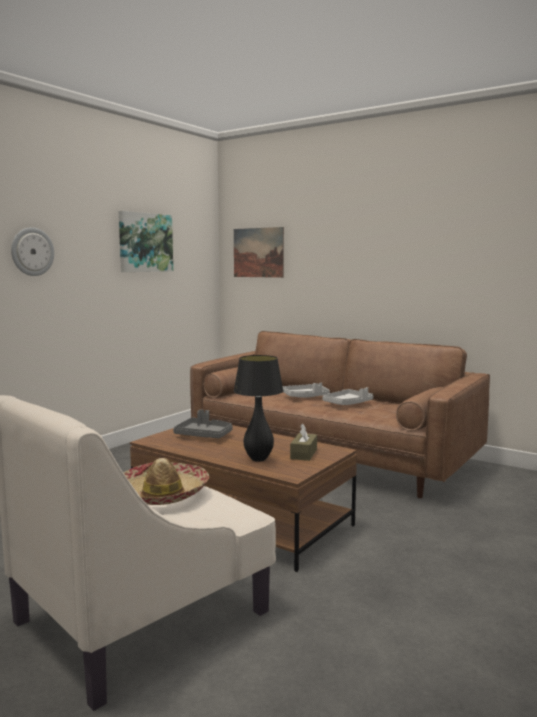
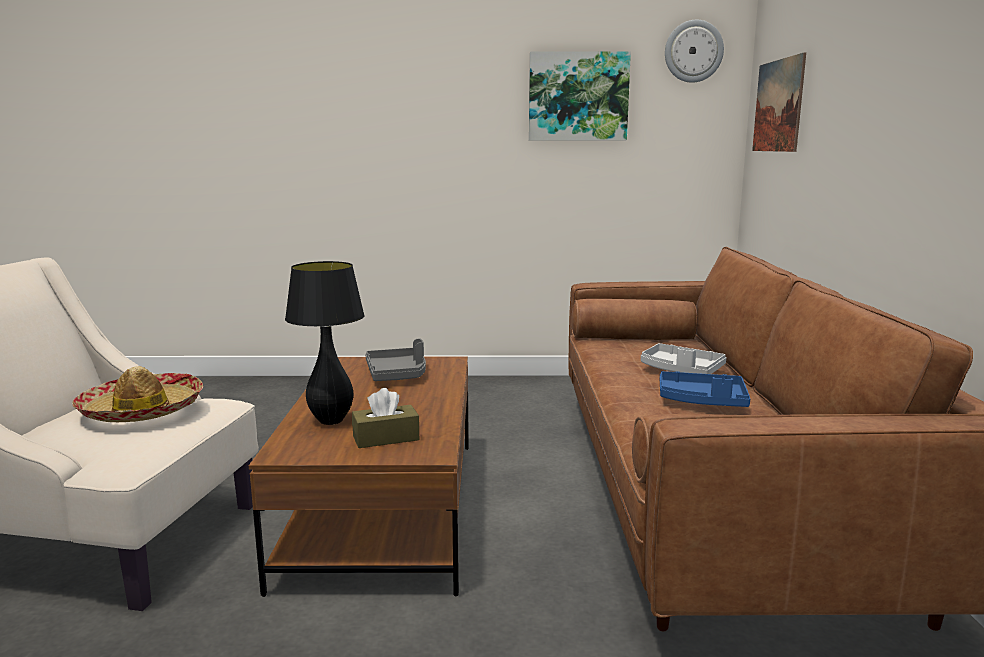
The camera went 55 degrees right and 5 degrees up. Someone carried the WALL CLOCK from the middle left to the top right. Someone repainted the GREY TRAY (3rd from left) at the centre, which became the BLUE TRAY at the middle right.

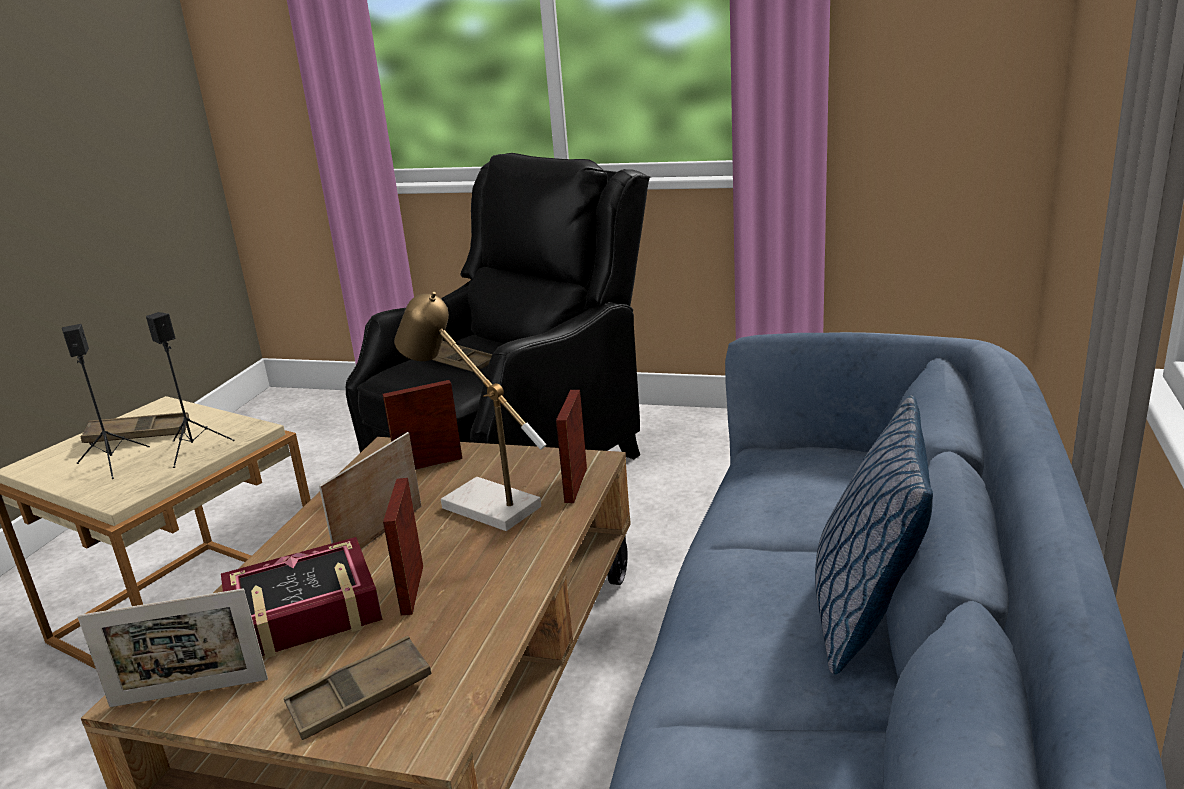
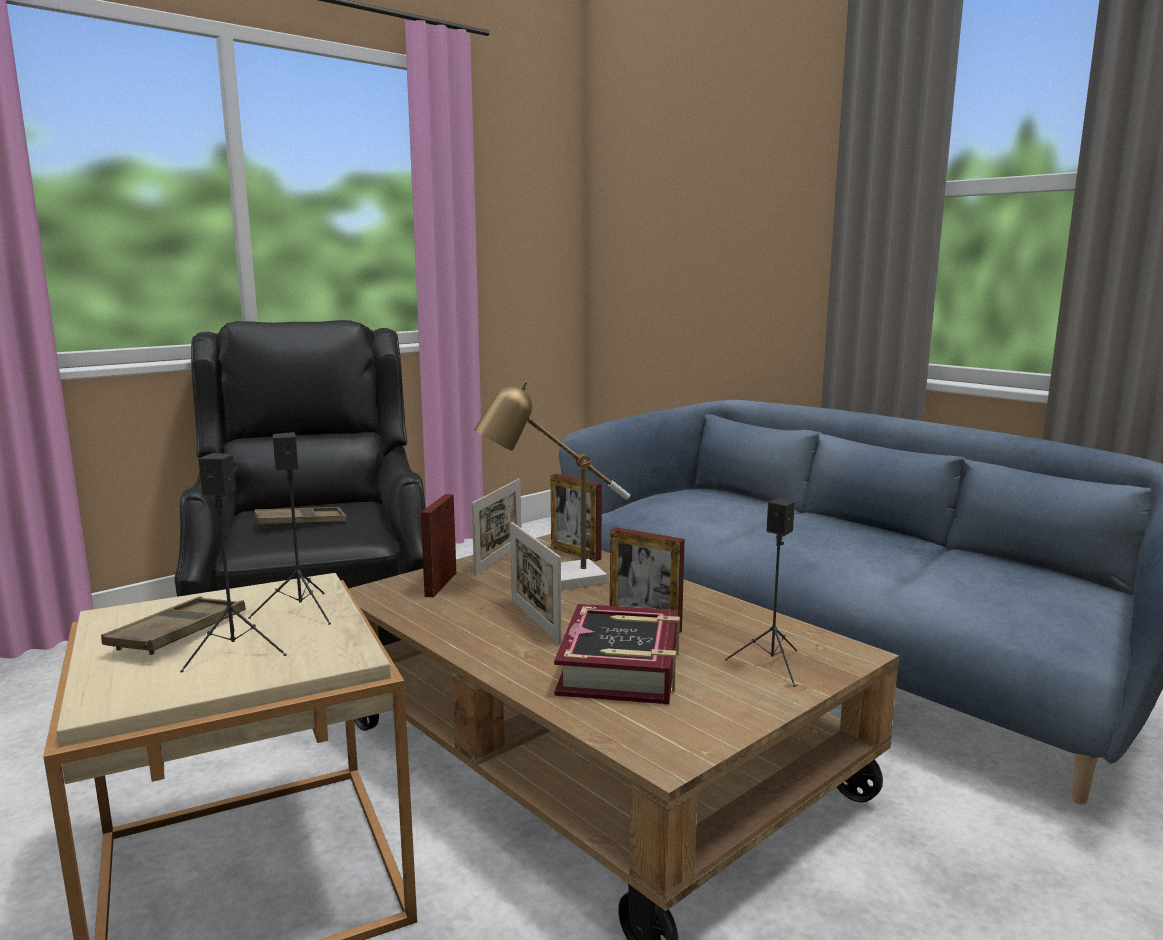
The camera went 60 degrees left and 10 degrees down. Someone carried the PICTURE FRAME (1st from left in the first image) from the bottom left to the centre. Someone swapped the BROWN TRAY (2nd from left) at the bottom left for the BLACK SPEAKER (3rd from left) at the centre. Someone took away the PILLOW at the bottom right.

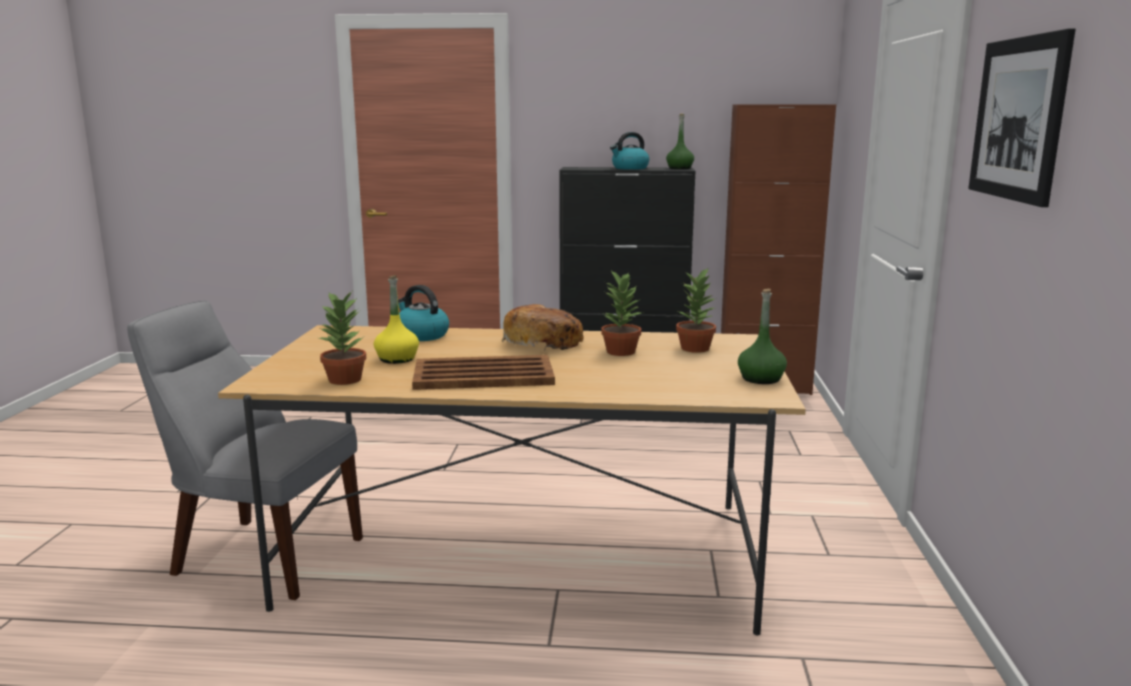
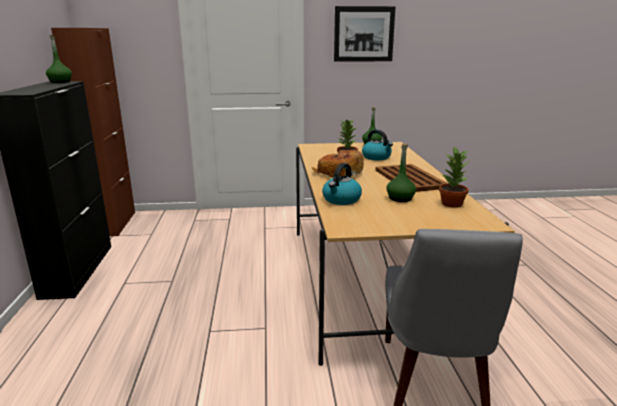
The camera went 100 degrees left and 5 degrees up. Someone repainted the YELLOW BOTTLE at the centre, which became the GREEN BOTTLE (3rd from left) at the centre. Someone carried the KETTLE (2nd from left) from the top centre to the centre. Someone took away the POTTED PLANT (3rd from left) at the centre.

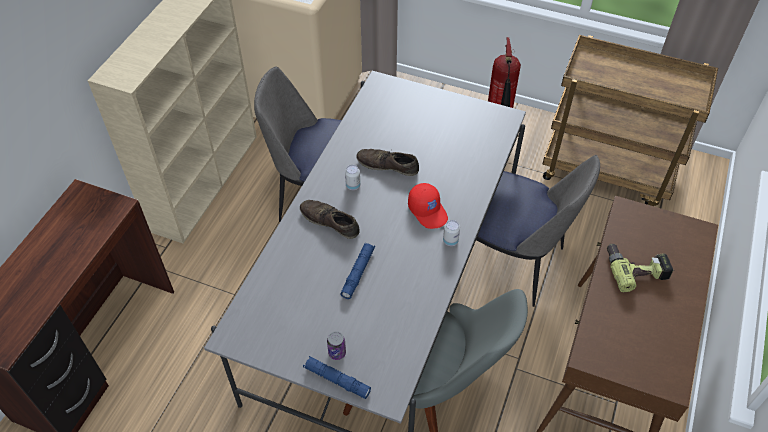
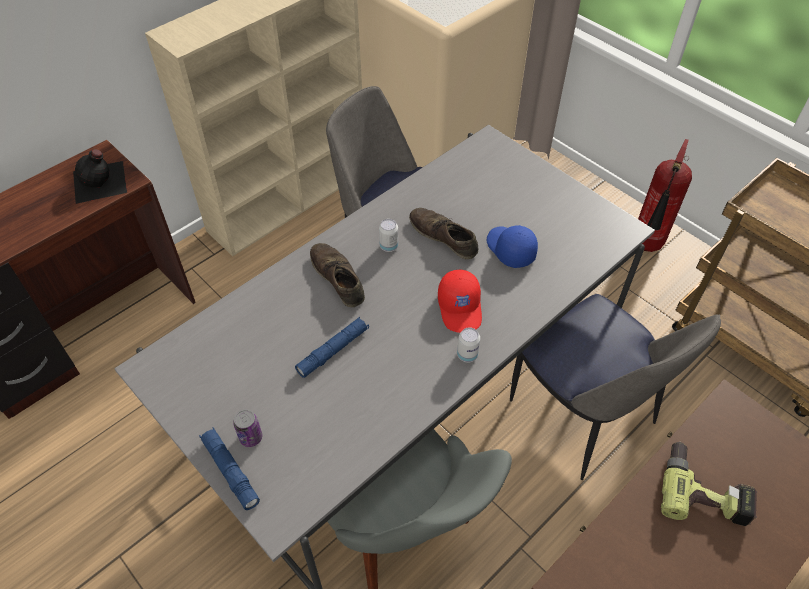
The camera went 25 degrees right and 0 degrees up. Someone put down the BLACK BOTTLE at the top left. Someone put down the BLUE CAP at the centre.

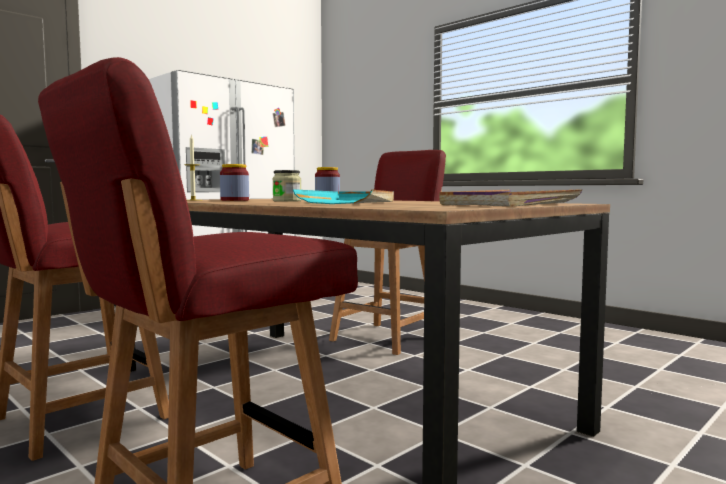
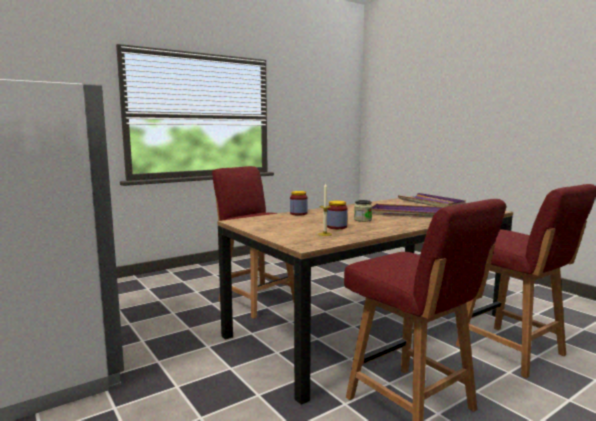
The camera went 80 degrees left and 5 degrees up. Someone repainted the TURQUOISE TRAY at the centre, which became the PURPLE TRAY (1st from left) at the middle right.

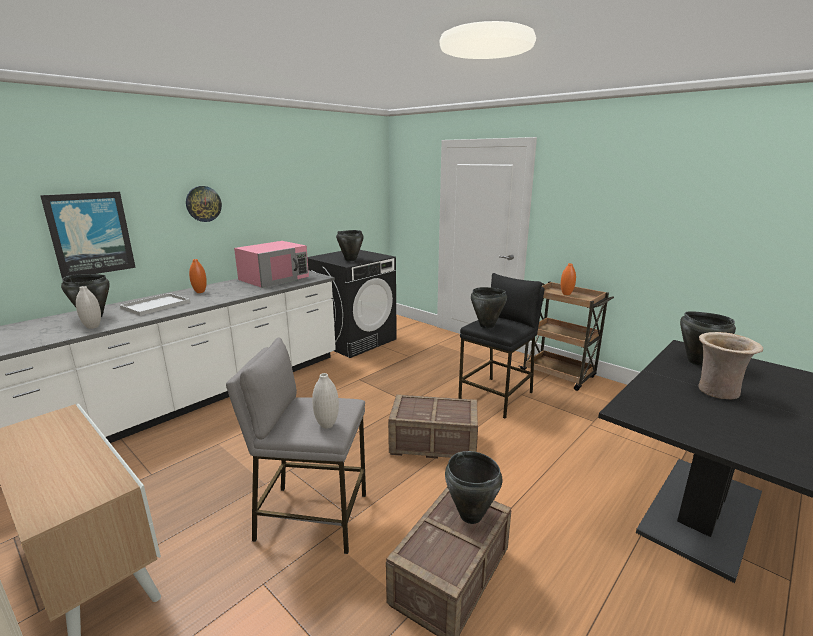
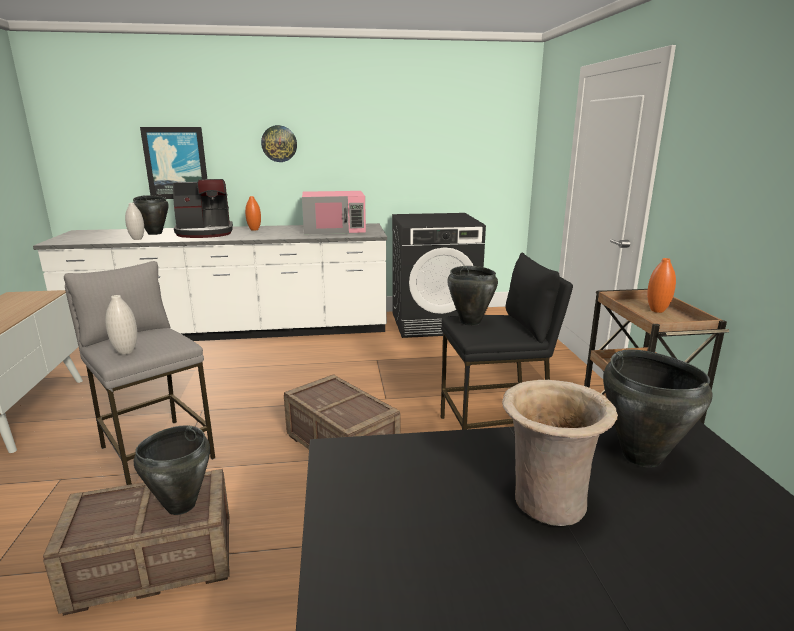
The camera went 40 degrees right and 0 degrees up. Someone swapped the WHITE TRAY at the middle left for the COFFEE MACHINE at the top left. Someone took away the BLACK COOKING POT (2nd from left) at the centre.

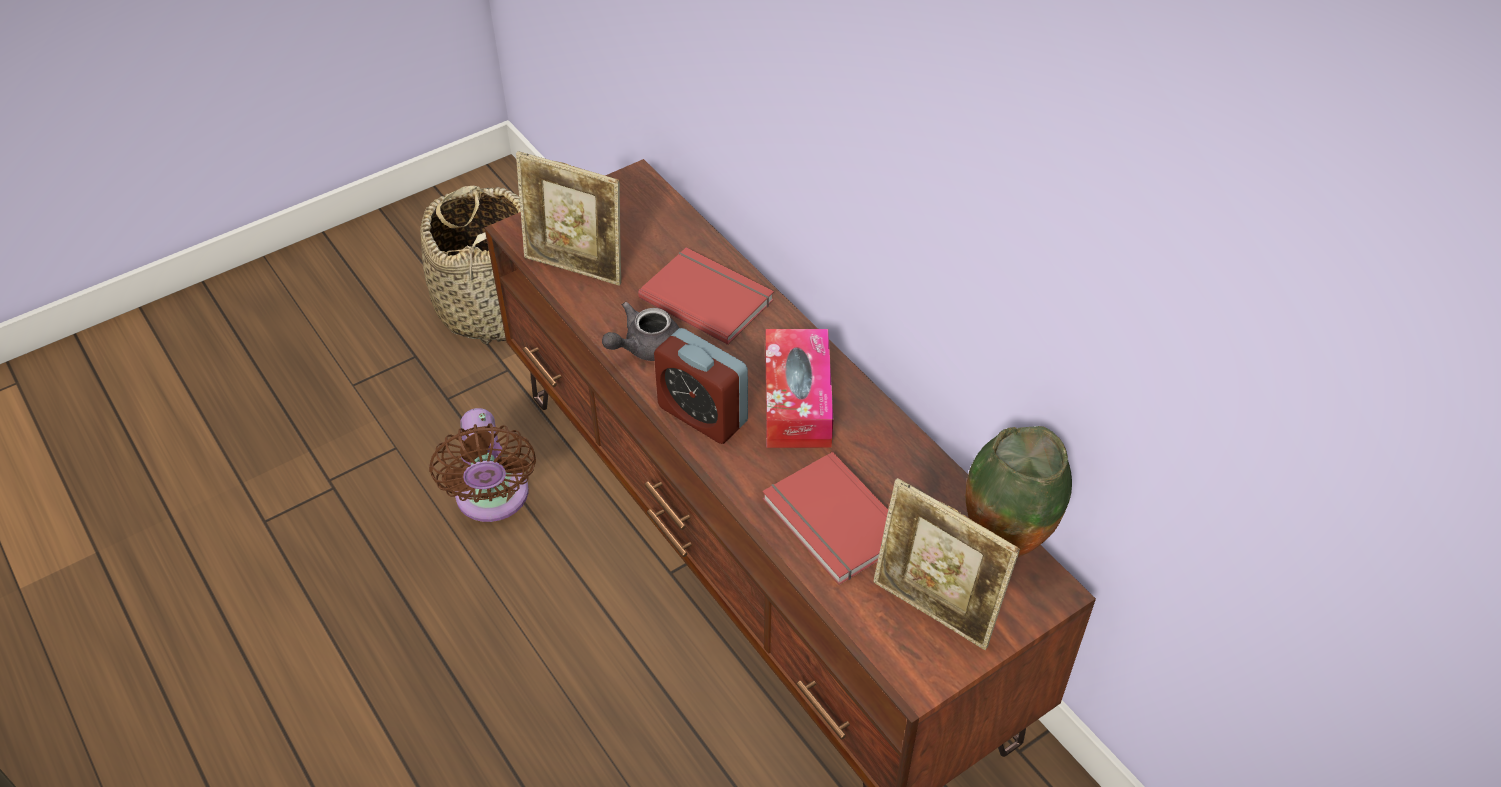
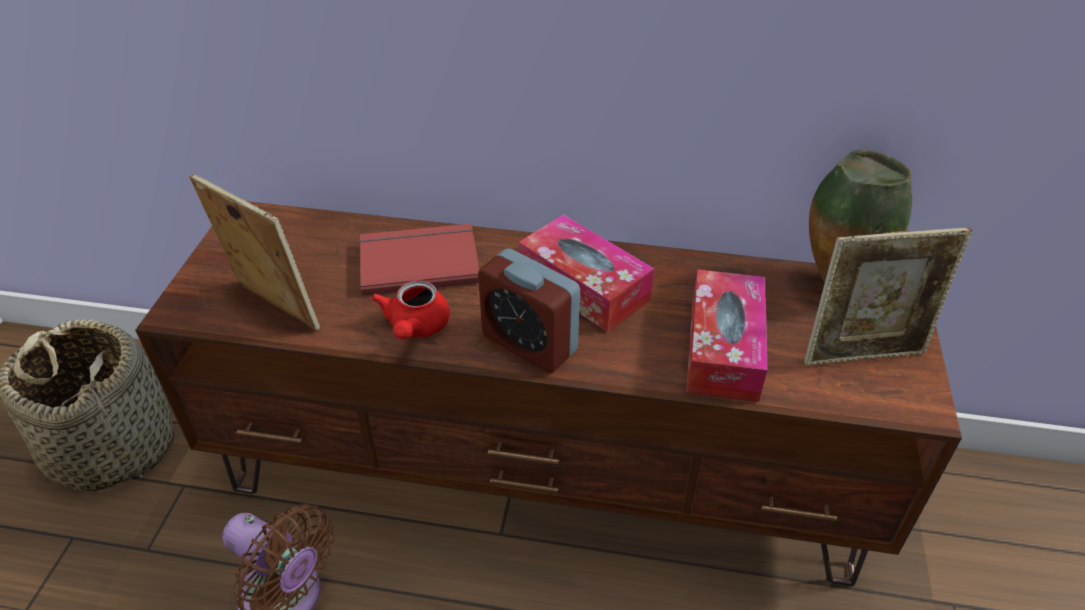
The camera went 45 degrees left and 5 degrees down. Someone rotated the PICTURE FRAME (1st from left) at the top centre by 120 degrees counterclockwise. Someone repainted the GREY TEAPOT at the centre, which became the RED TEAPOT at the centre. Someone rotated the ALARM CLOCK at the centre by 45 degrees clockwise. Someone swapped the RED BOOK (2nd from left) at the centre for the TISSUE BOX (2nd from left) at the middle right.

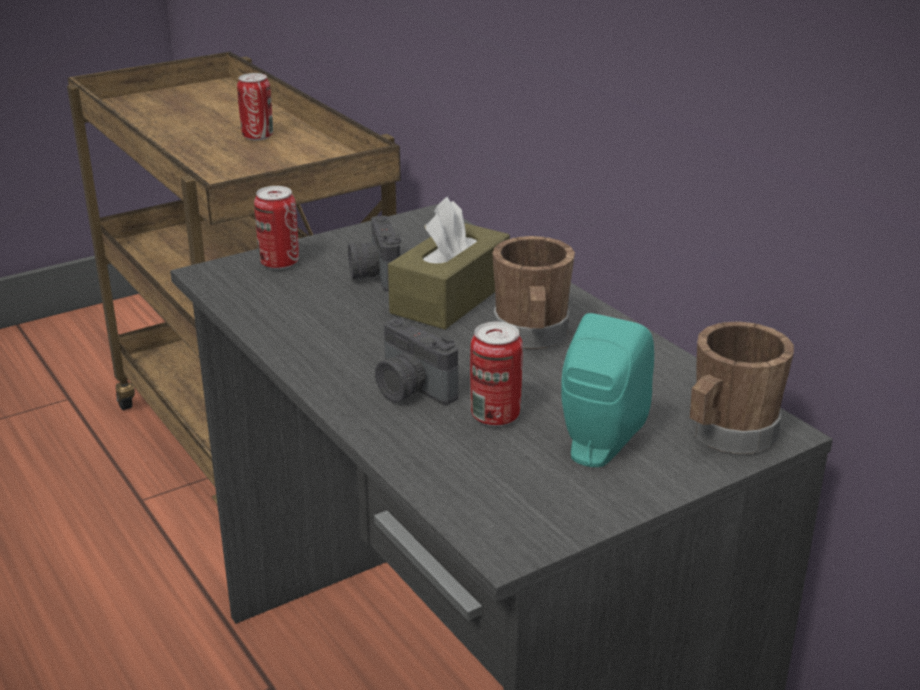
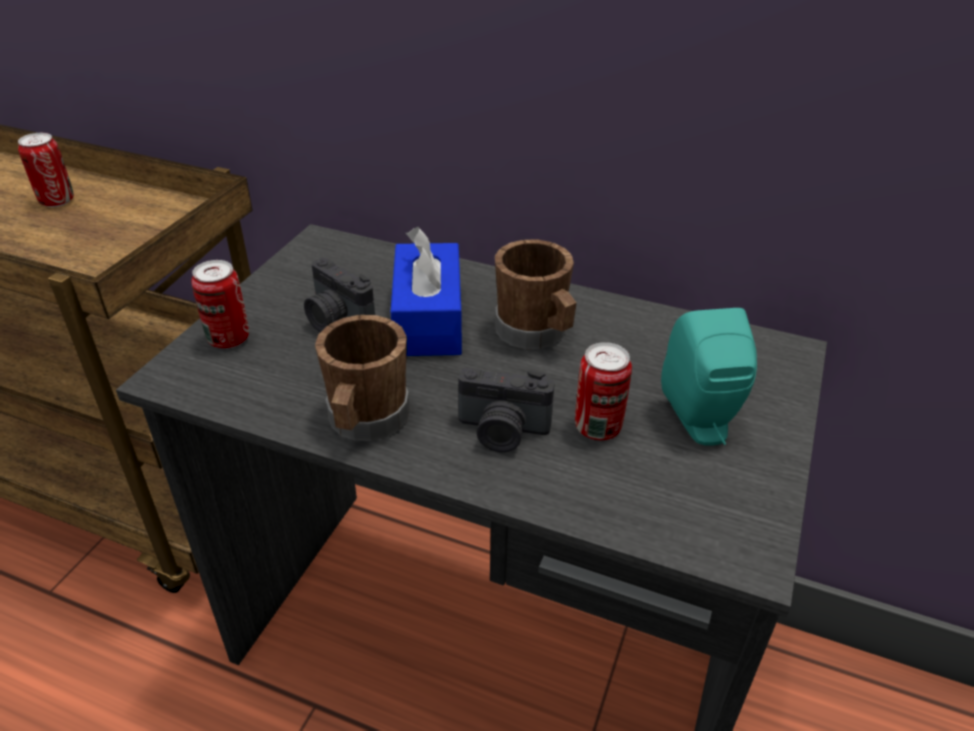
The camera went 35 degrees left and 10 degrees up. Someone repainted the BROWN TISSUE BOX at the centre, which became the BLUE TISSUE BOX at the centre. Someone carried the BROWN MUG (2nd from left in the first image) from the middle right to the centre.

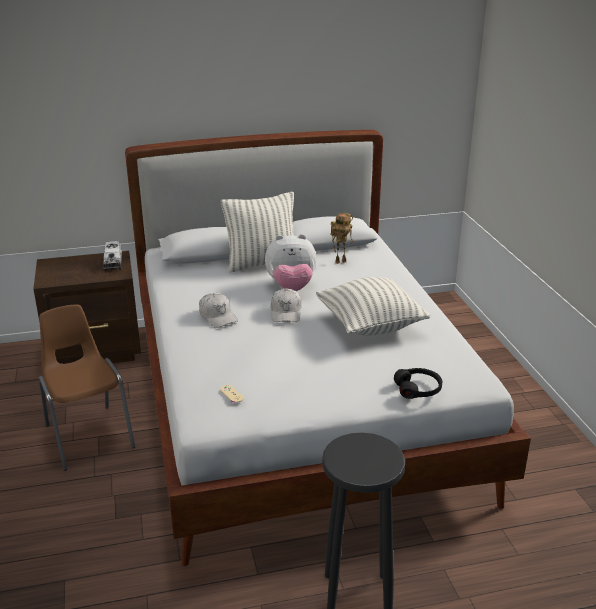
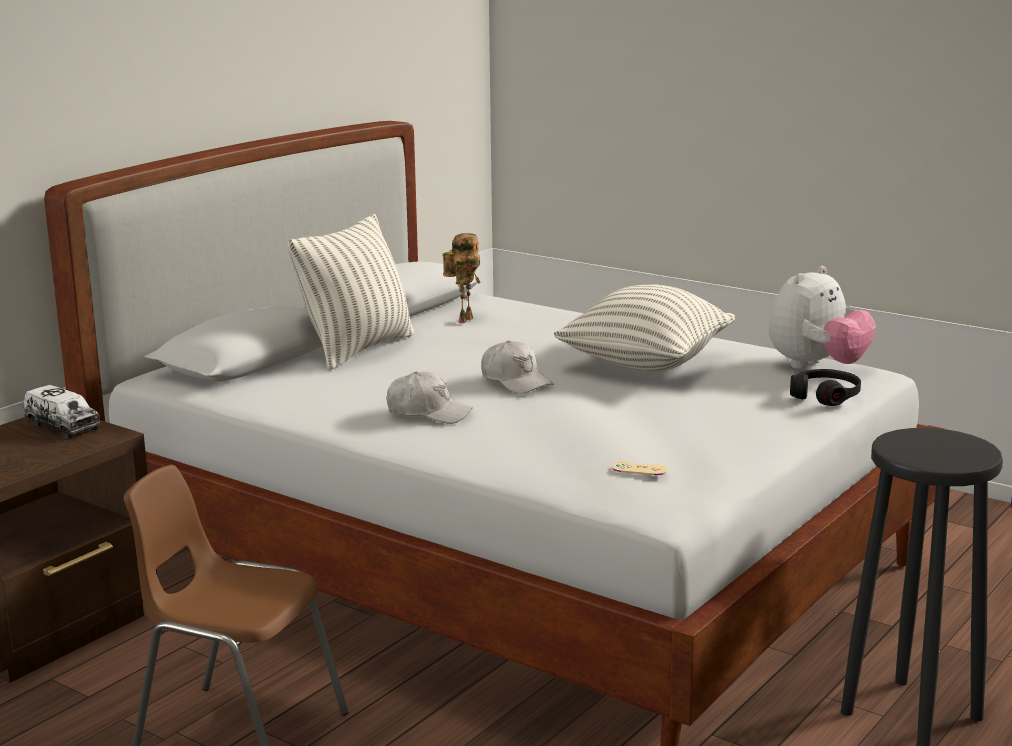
The camera went 40 degrees left and 10 degrees down. Someone carried the PLUSH TOY from the centre to the middle right.

